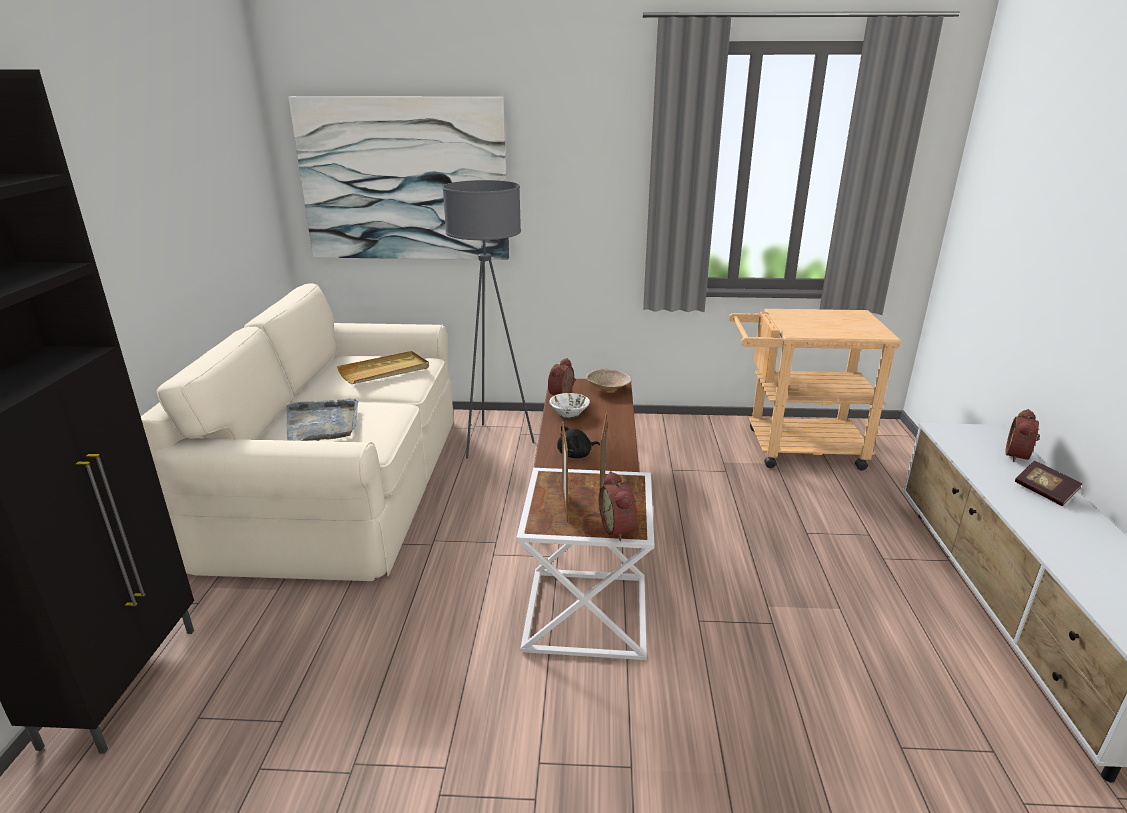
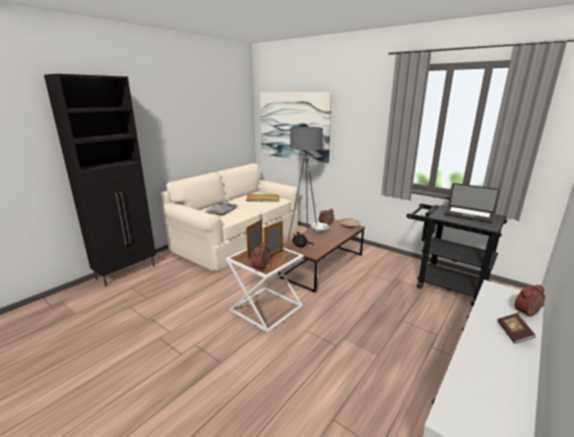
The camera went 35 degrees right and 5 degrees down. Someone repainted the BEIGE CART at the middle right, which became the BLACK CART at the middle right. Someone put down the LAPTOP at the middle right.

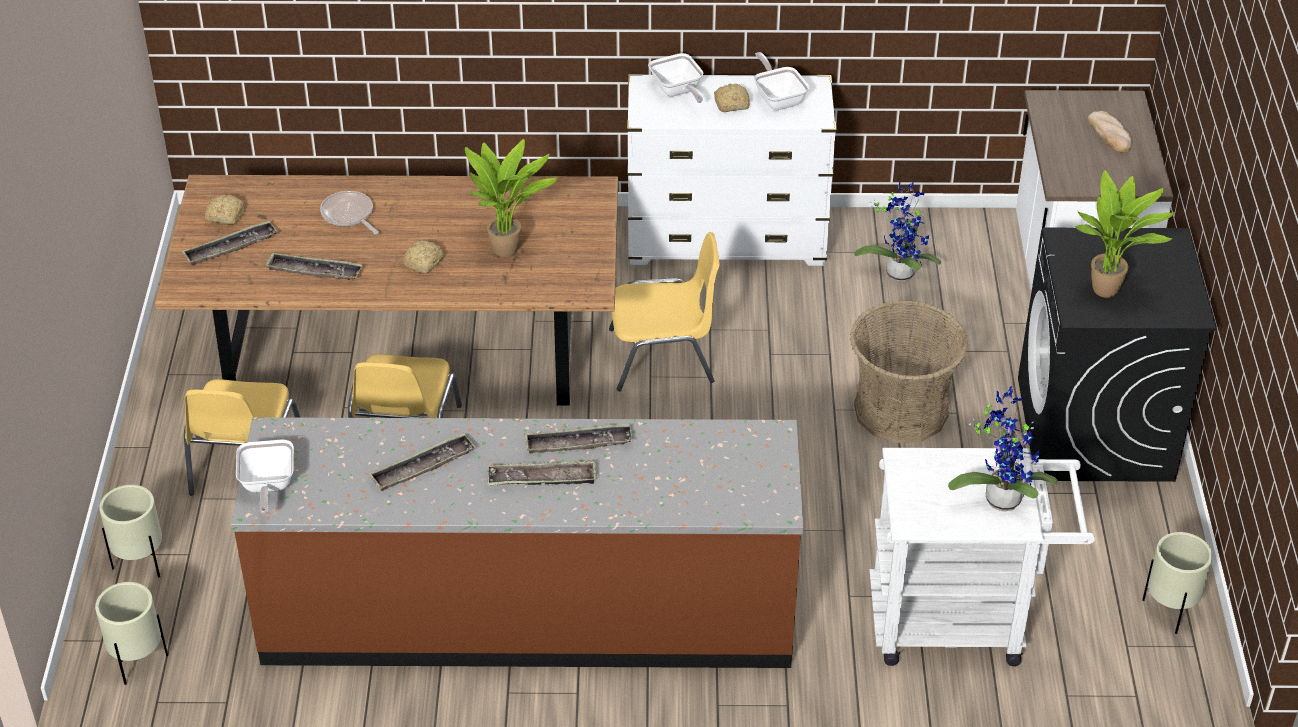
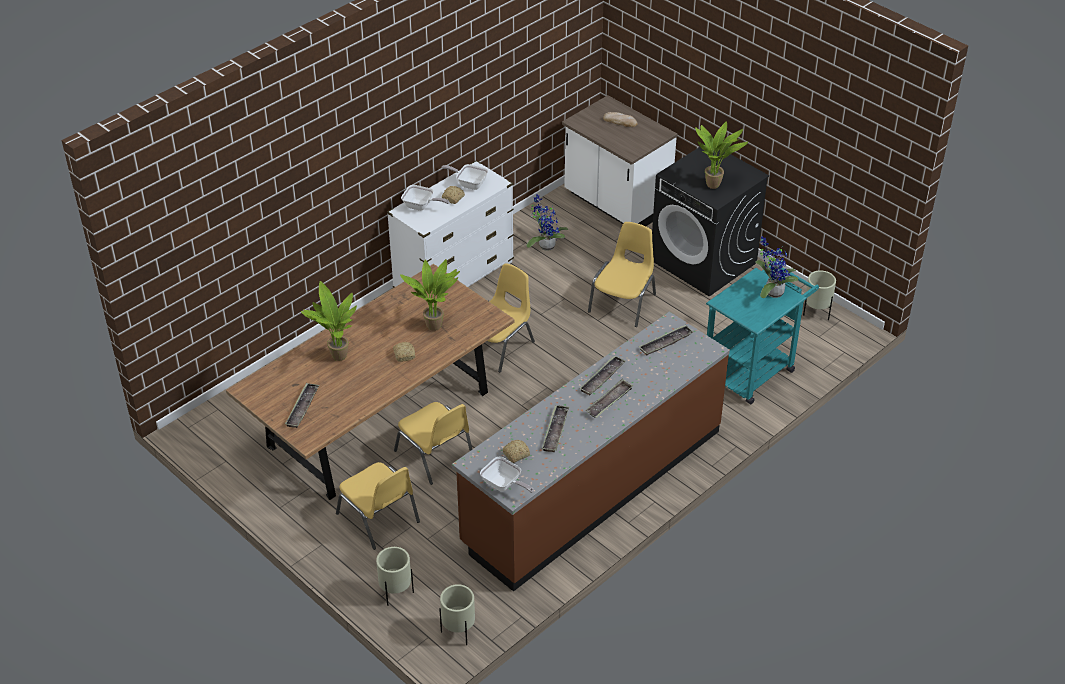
The camera went 45 degrees left and 0 degrees up. Someone carried the BREAD (1st from left in the first image) from the top left to the centre. Someone carried the TRAY (2nd from left in the first image) from the middle left to the centre. Someone swapped the FRYING PAN (2nd from left) at the top left for the POTTED PLANT (1st from left) at the middle left. Someone swapped the BASKET at the middle right for the YELLOW CHAIR (4th from left) at the centre. Someone repainted the WHITE CART at the bottom right, which became the TURQUOISE CART at the middle right.

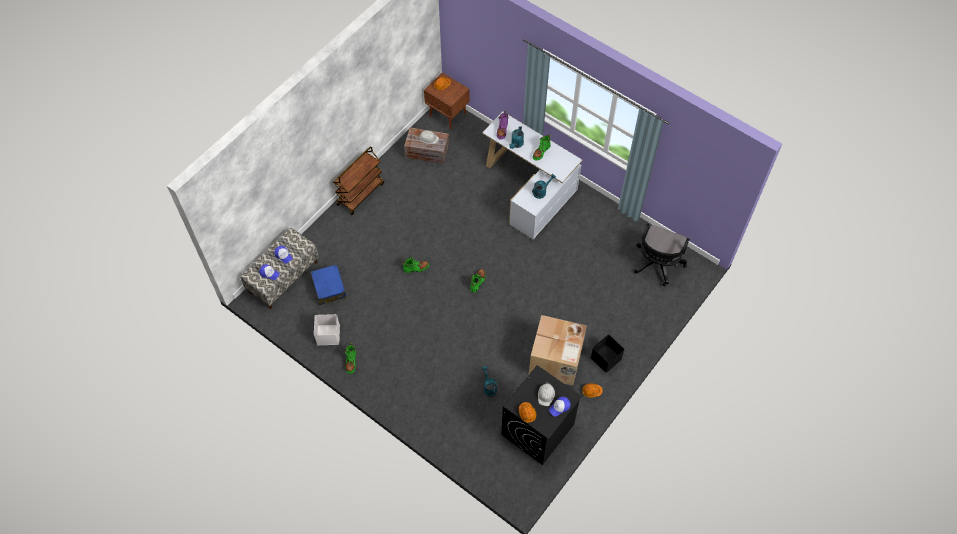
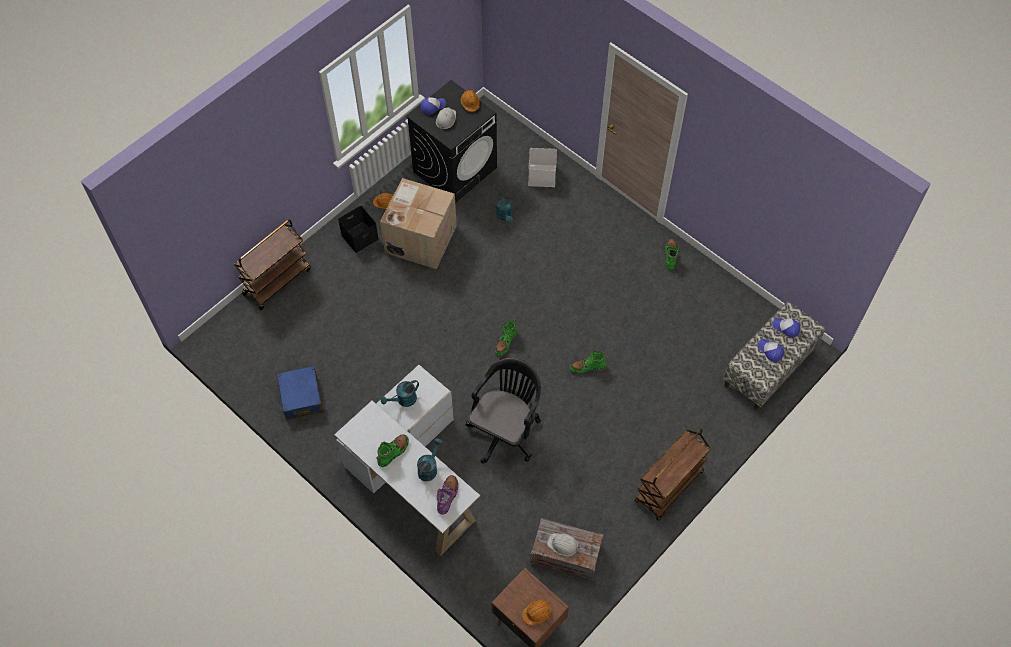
The camera went 175 degrees left and 0 degrees up. Someone carried the BLUE SUITCASE from the centre to the middle left. Someone carried the WHITE STORAGE BOX from the centre to the top centre. Someone carried the BLACK OFFICE CHAIR from the middle right to the centre. Someone put down the BROWN CART (1st from left) at the middle left.

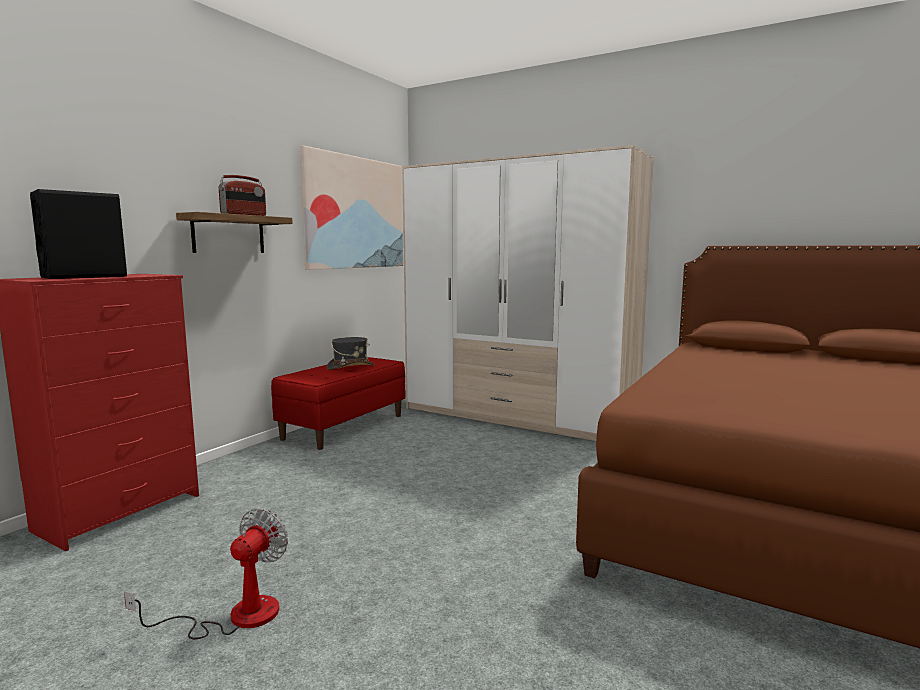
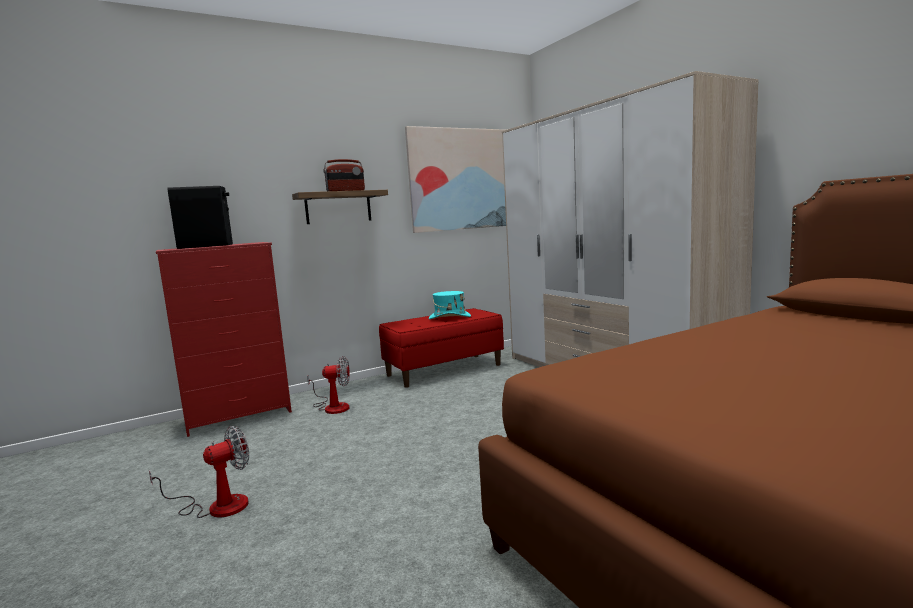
The camera went 30 degrees right and 0 degrees up. Someone repainted the GREY HAT at the centre, which became the TURQUOISE HAT at the centre. Someone put down the FAN (2nd from left) at the centre.

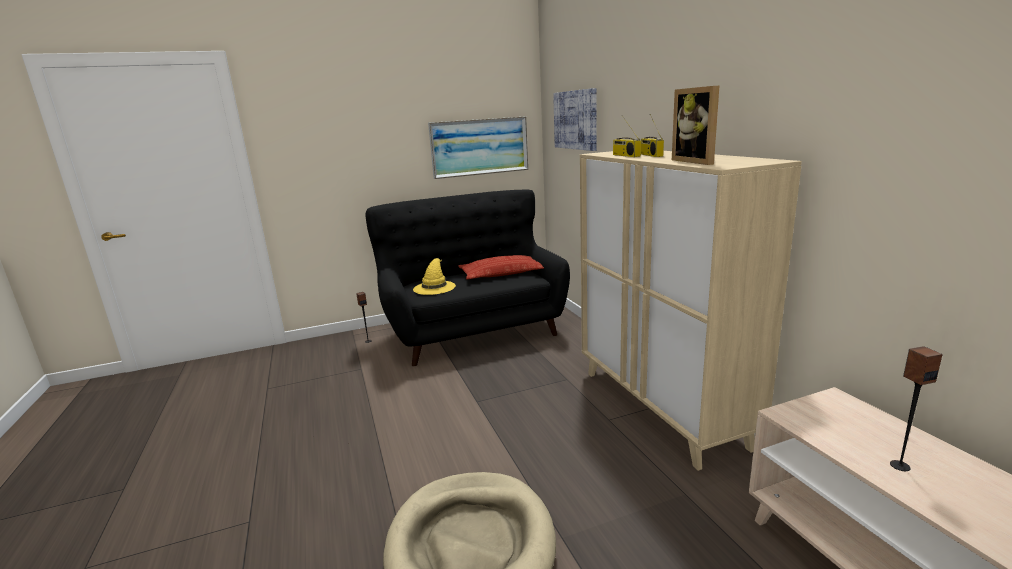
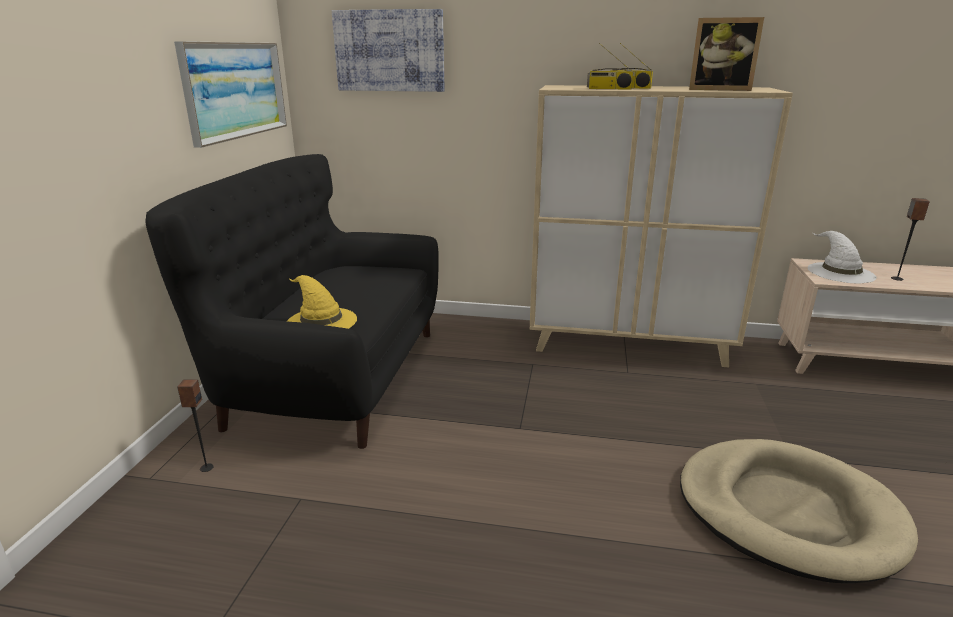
The camera went 60 degrees left and 5 degrees up. Someone took away the PILLOW at the centre. Someone put down the WHITE HAT at the middle right.

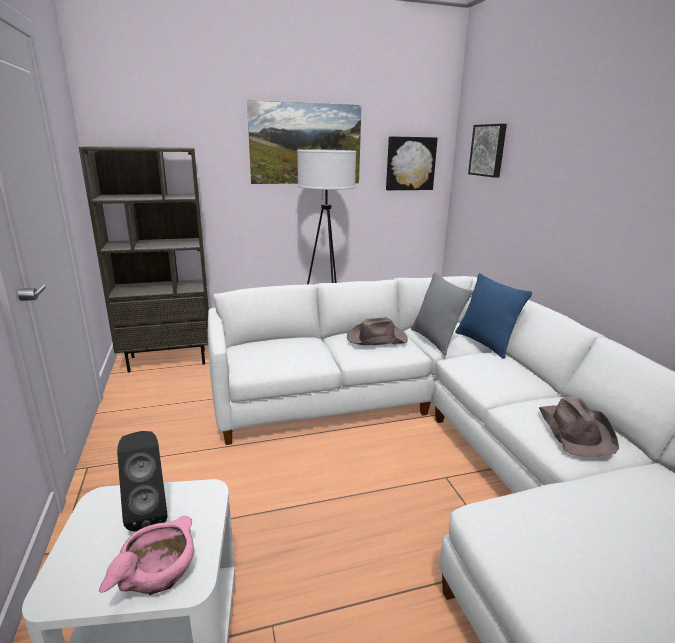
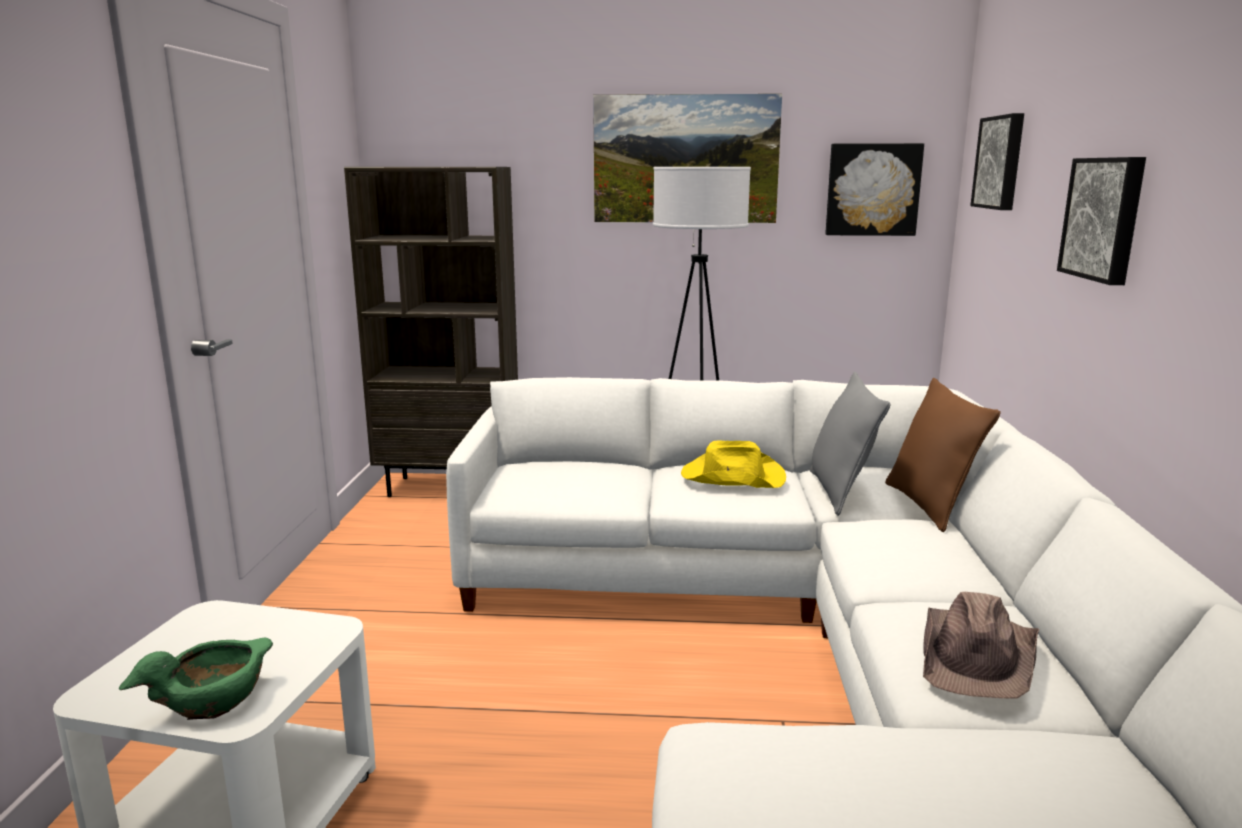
The camera went 20 degrees right and 5 degrees down. Someone repainted the PINK BOWL at the bottom left, which became the GREEN BOWL at the bottom left. Someone took away the BLACK SPEAKER at the bottom left. Someone repainted the BROWN HAT (1st from left) at the centre, which became the YELLOW HAT at the centre. Someone repainted the BLUE PILLOW at the middle right, which became the BROWN PILLOW at the middle right. Someone put up the PICTURE (4th from left) at the top right.

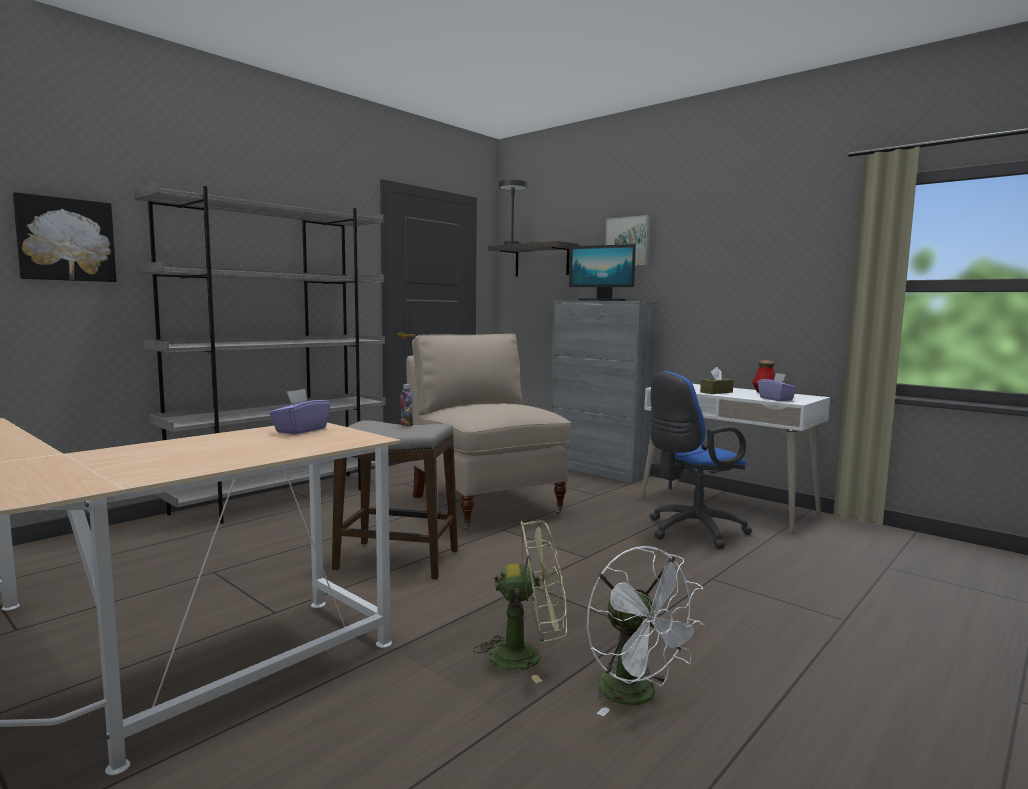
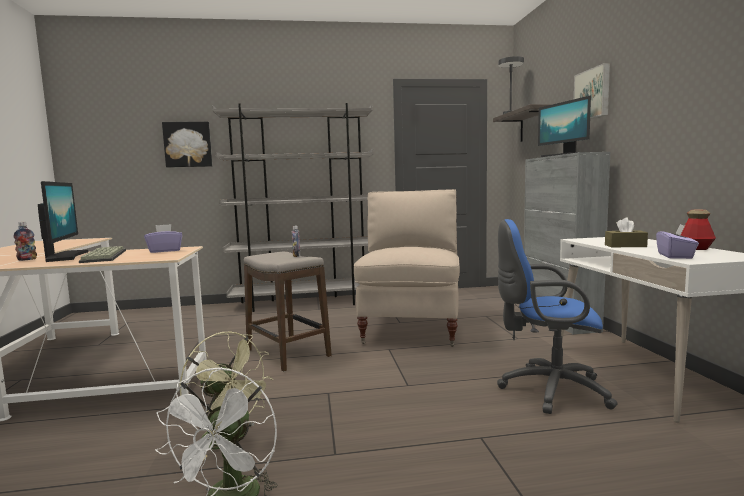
The camera went 40 degrees right and 0 degrees up. Someone put down the BOTTLE (1st from left) at the middle left. Someone put down the MONITOR (1st from left) at the middle left. Someone put down the KEYBOARD at the middle left.

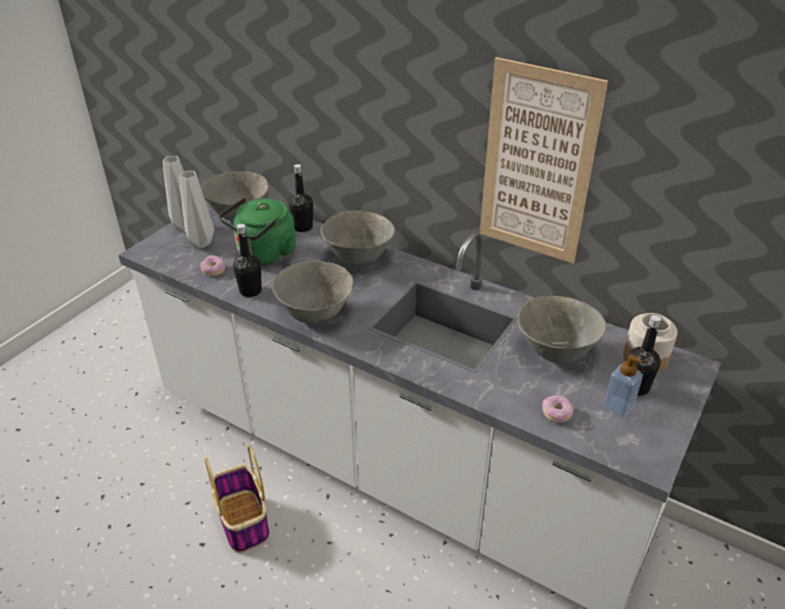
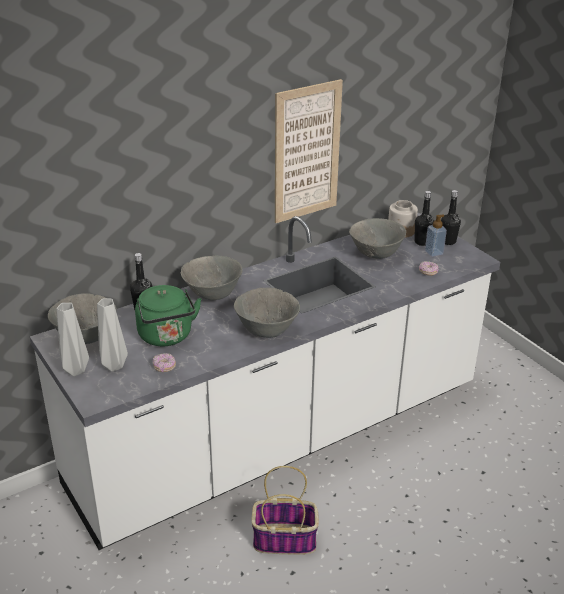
The camera went 65 degrees left and 5 degrees down. Someone carried the BLACK BOTTLE (1st from left in the first image) from the middle left to the middle right.

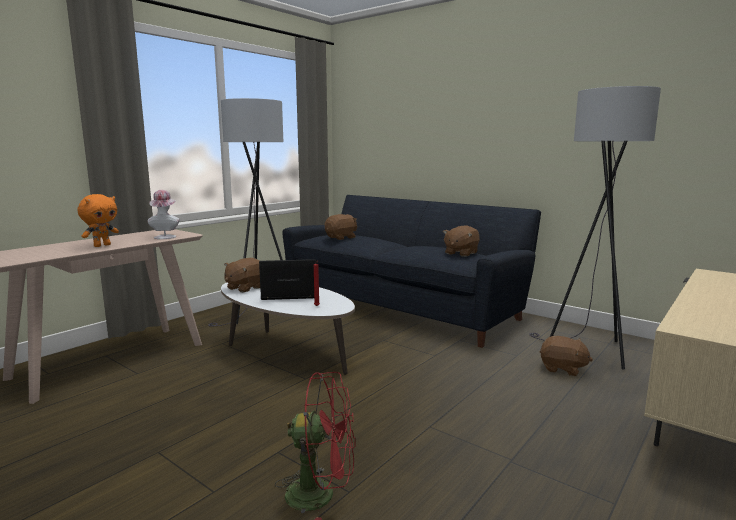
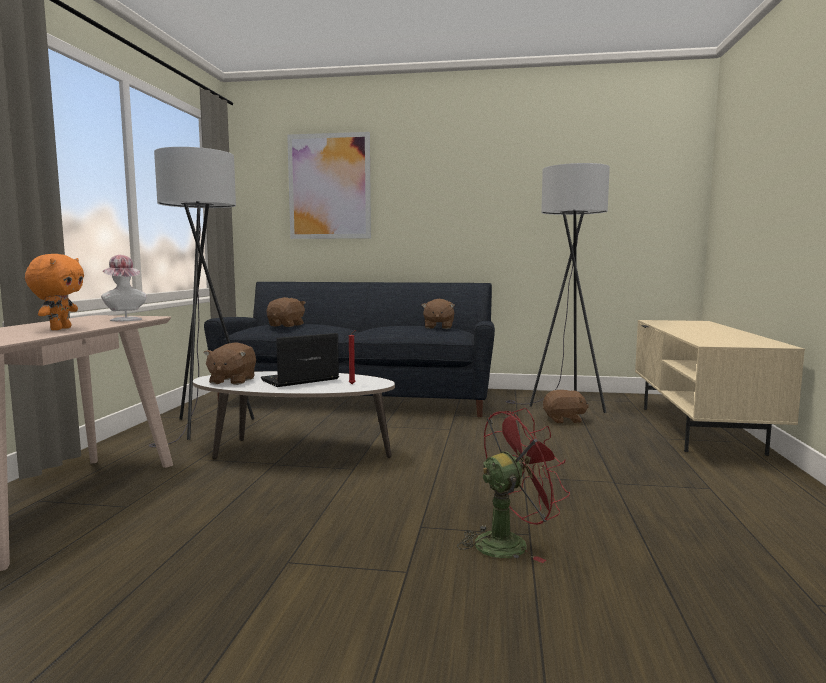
The camera went 30 degrees left and 5 degrees down. Someone put up the PICTURE at the top centre.

